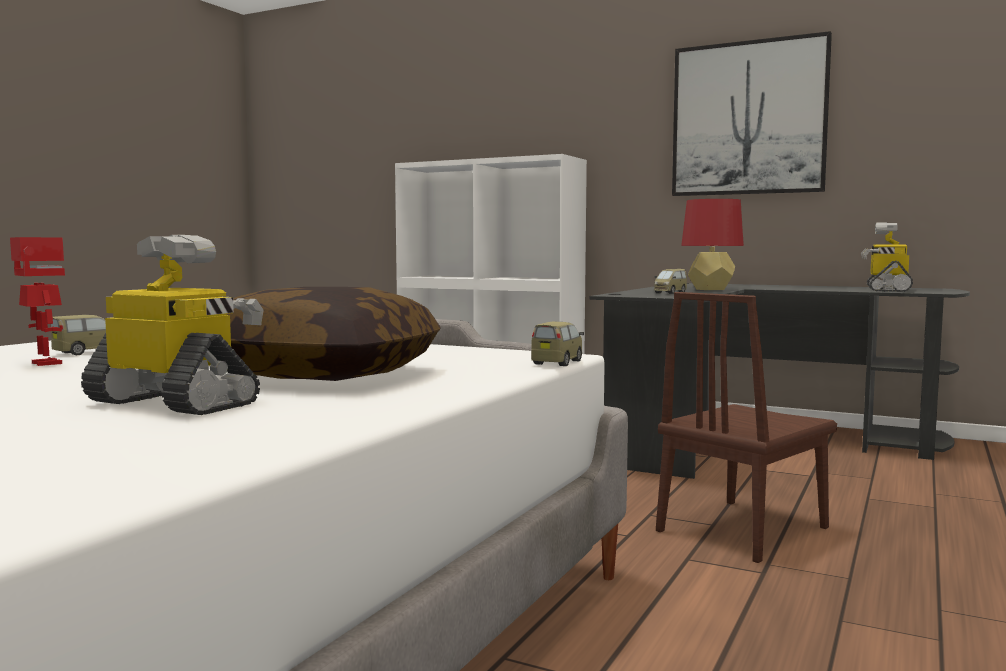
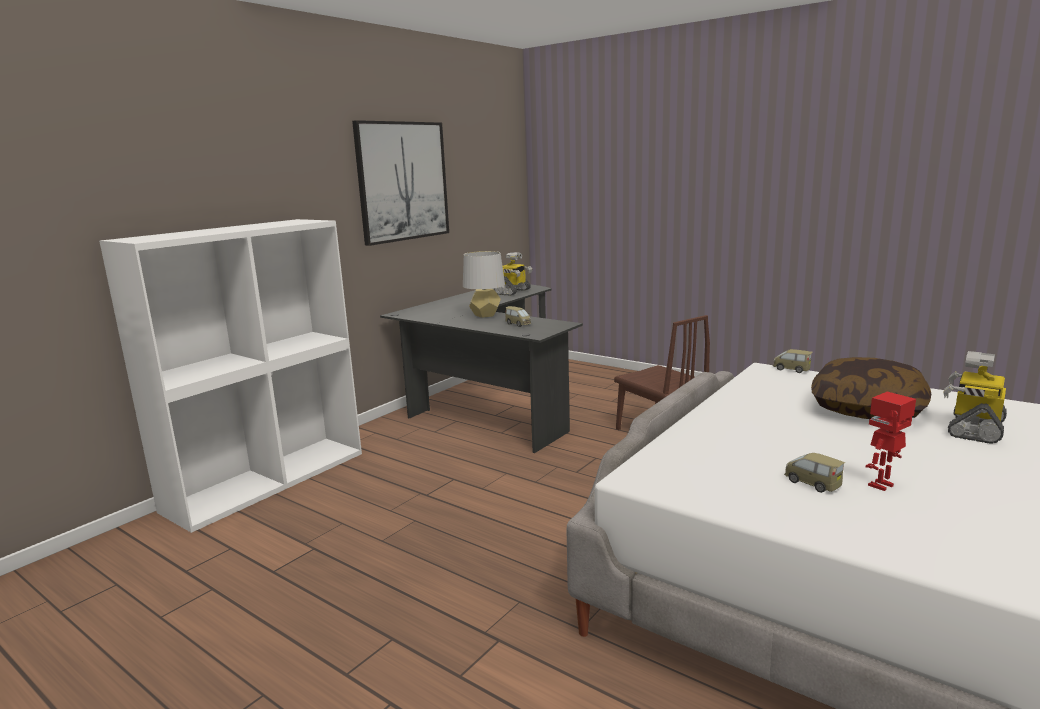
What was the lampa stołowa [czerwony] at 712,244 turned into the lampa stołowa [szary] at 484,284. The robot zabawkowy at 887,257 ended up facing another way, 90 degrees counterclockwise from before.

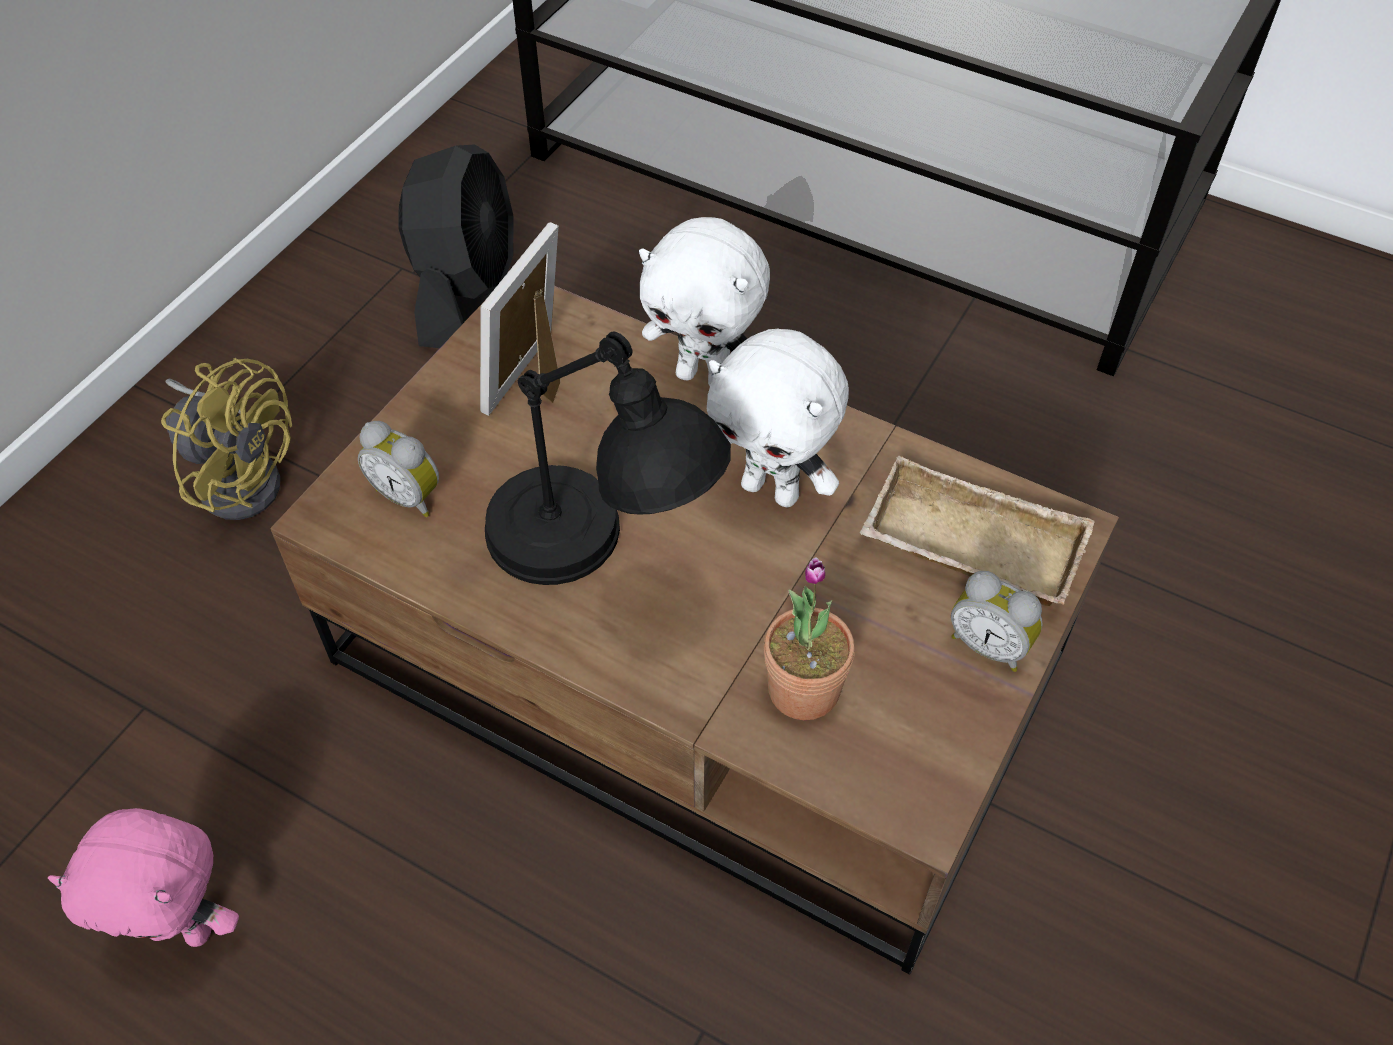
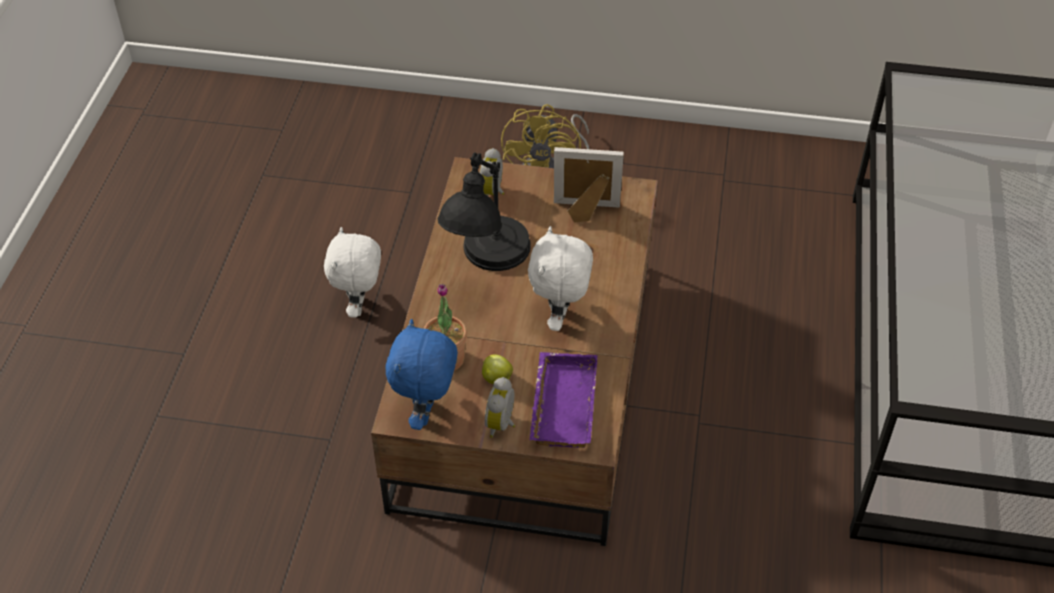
The pluszak [biały] ended up elsewhere, having gone from 704,301 to 352,272. The second view gained the pluszak [niebieski] at 422,374. The second view gained the jabłko at 497,369. What was the taca [beżowy] at 977,531 turned into the taca [fioletowy] at 564,400. The second view lost the pluszak [różowy] at 143,877. The second view lost the wentylator [czarny] at 456,246.

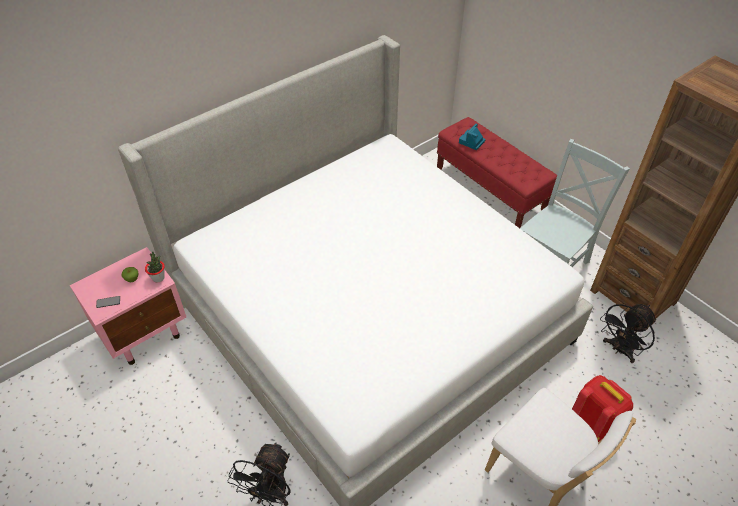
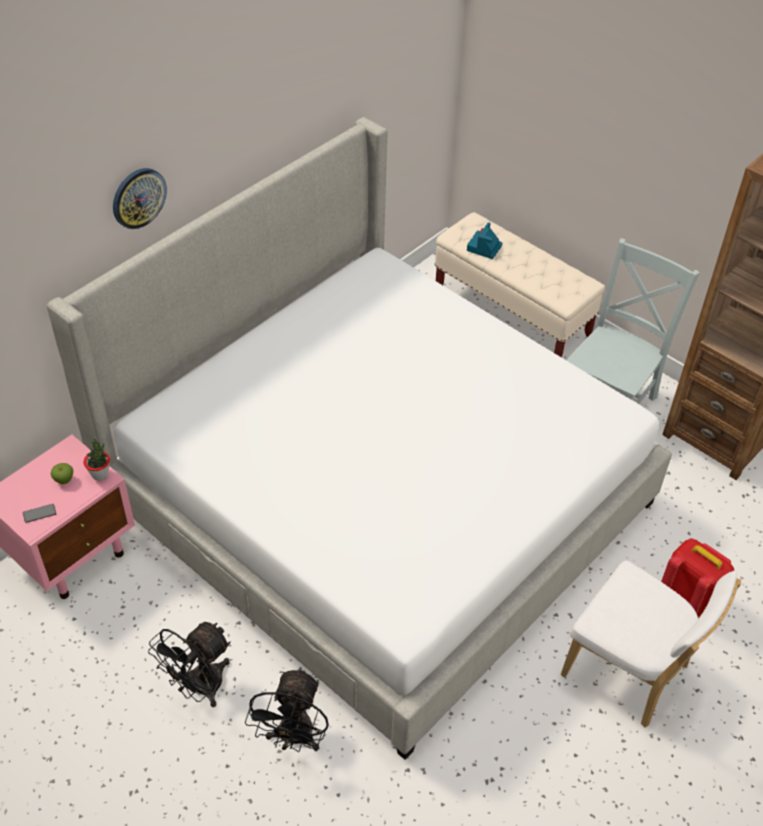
The second view gained the zegar ścienny at 140,198. The wentylator [czarny] ended up elsewhere, having gone from 628,333 to 189,664. What was the ławka [czerwony] at 497,172 turned into the ławka [beżowy] at 520,284.

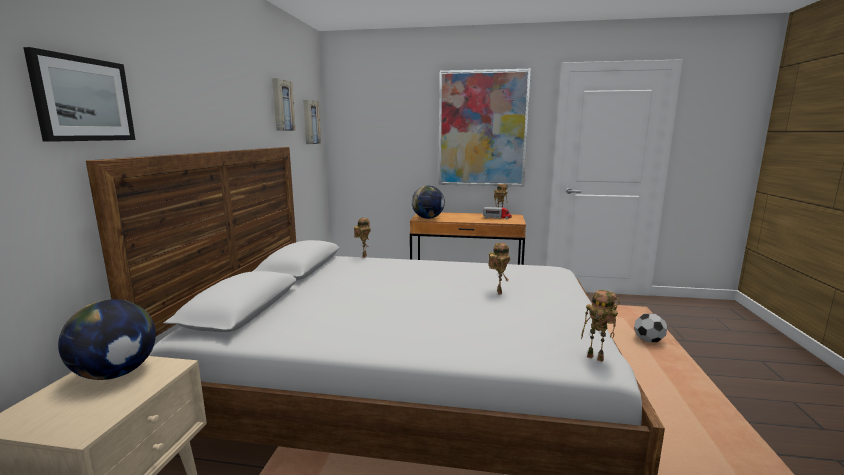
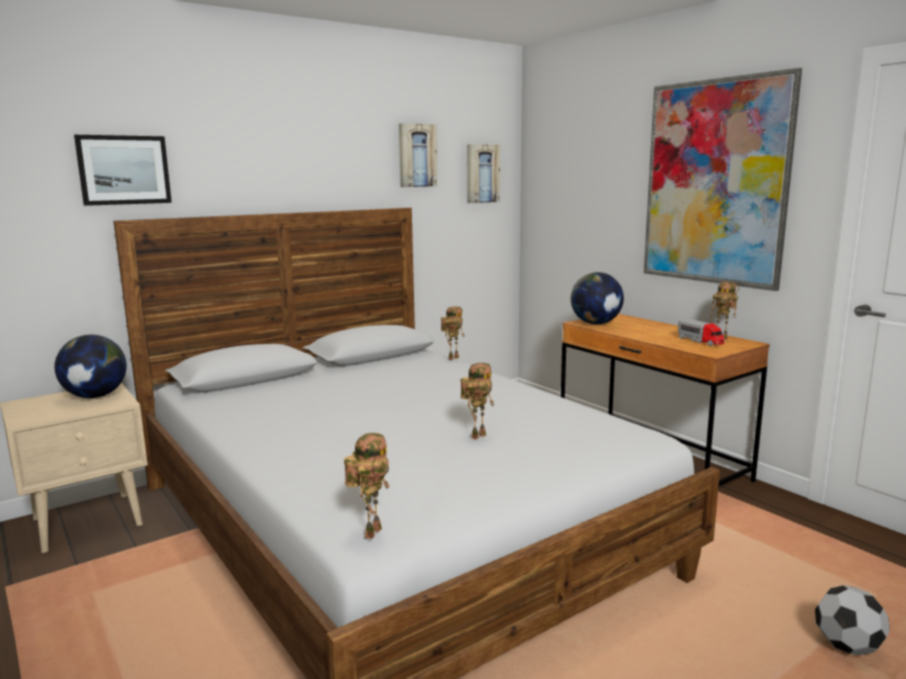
The robot zabawkowy at 600,326 ended up facing another way, 150 degrees counterclockwise from before.

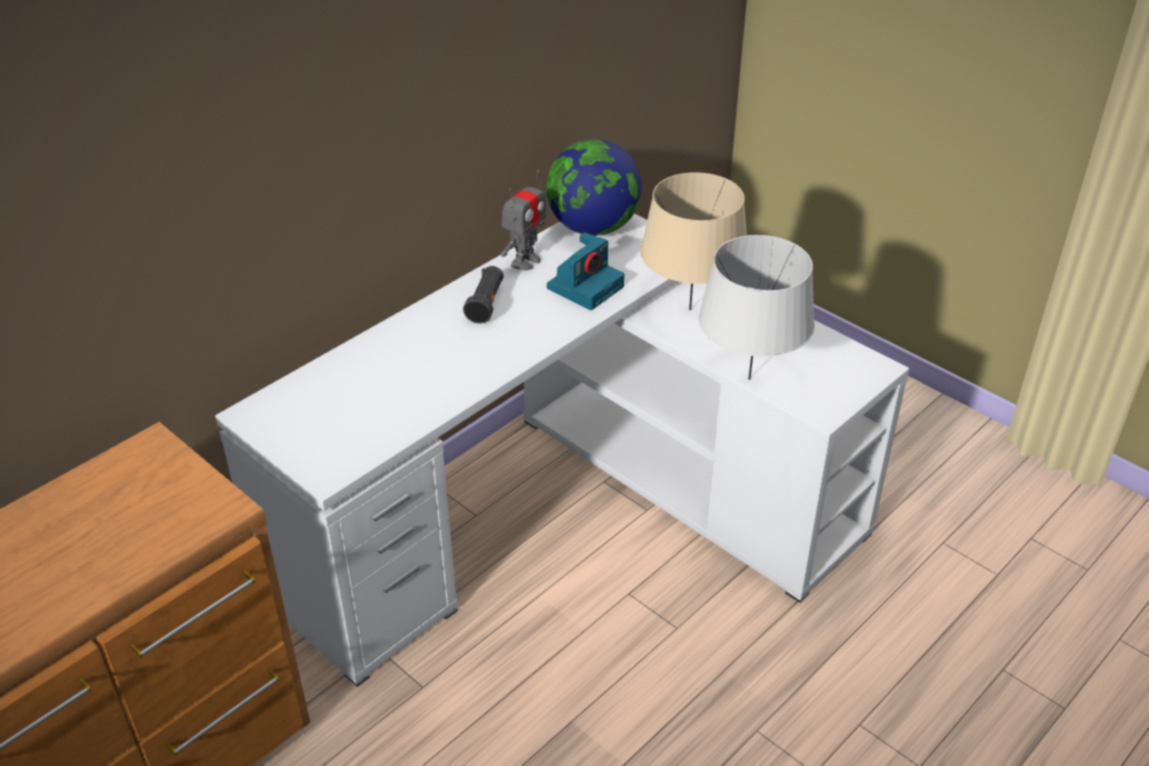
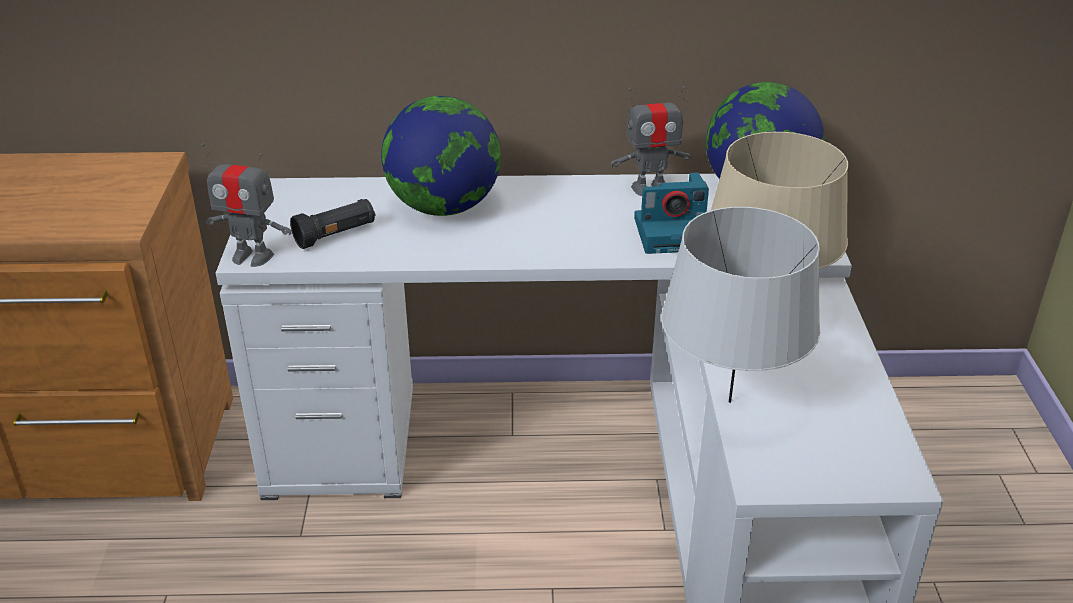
The second view gained the robot zabawkowy at 247,205. The latarka [czarny] ended up elsewhere, having gone from 483,294 to 333,224. The second view gained the globus at 441,156.

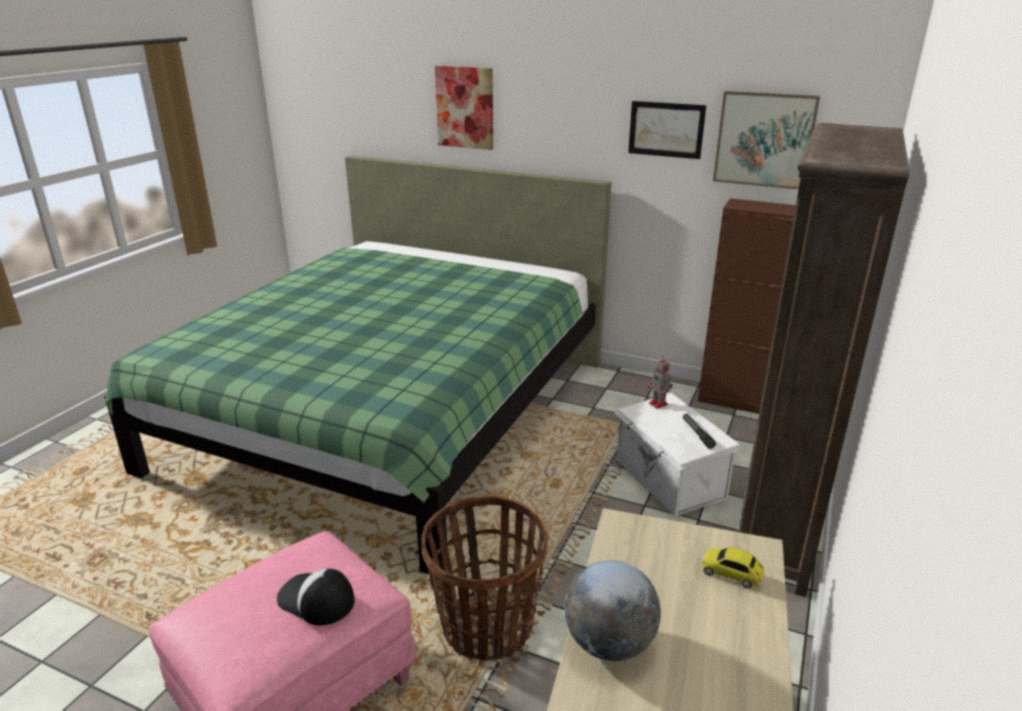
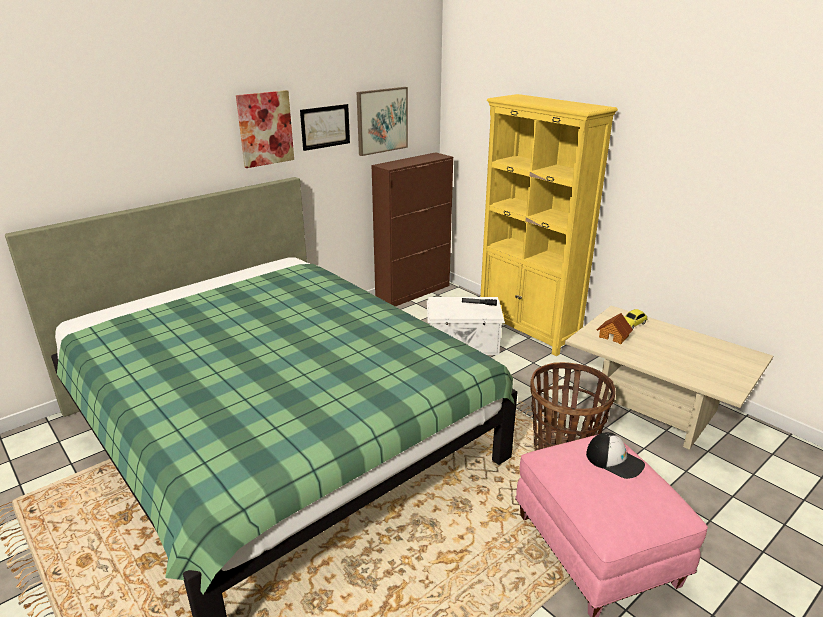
The obraz ended up elsewhere, having gone from 464,108 to 265,129. What was the regał [brązowy] at 824,360 turned into the regał [żółty] at 549,225. The czapka z daszkiem at 316,596 ended up facing another way, 105 degrees counterclockwise from before. The second view gained the domek at 615,328. The second view lost the globus at 613,610. The second view lost the robot zabawkowy at 660,382.

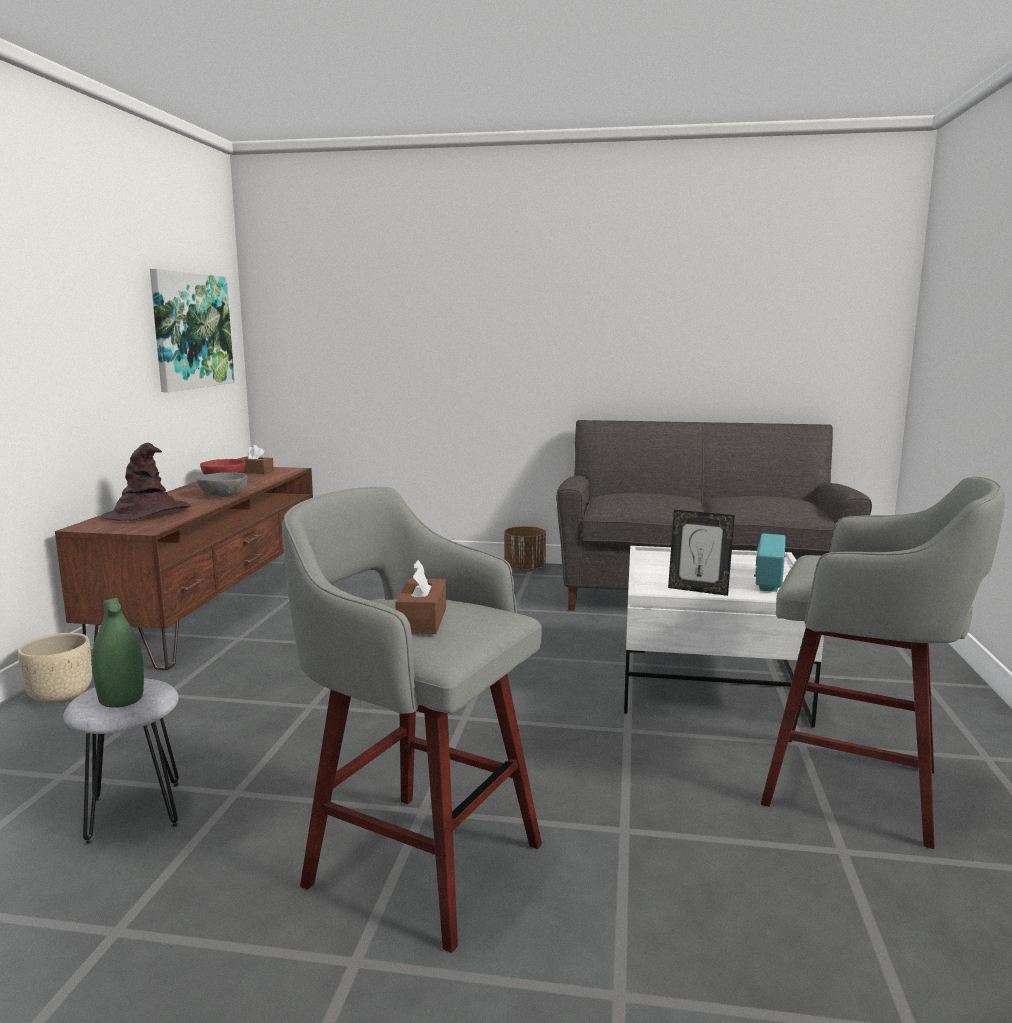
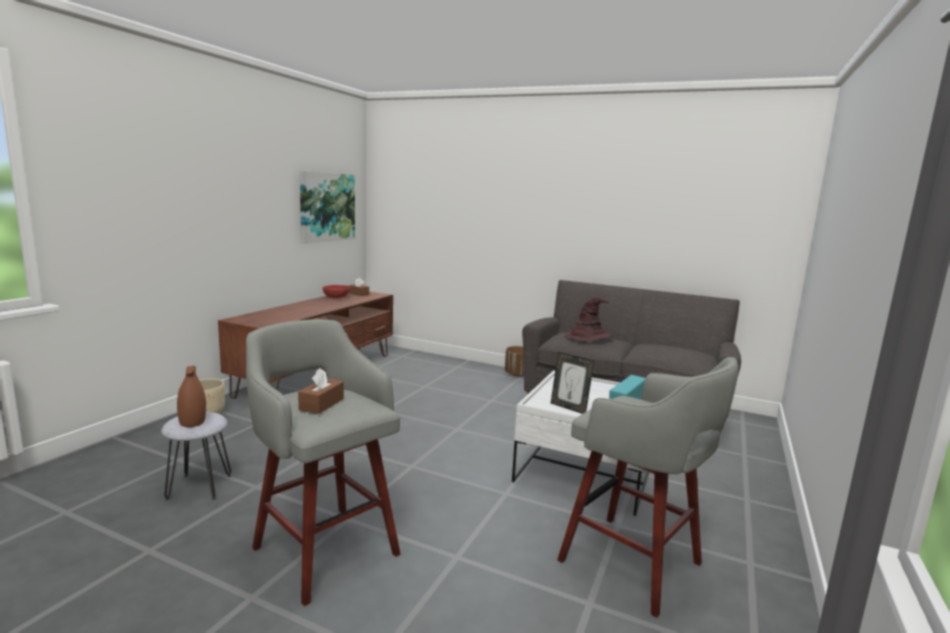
What was the wazon [zielony] at 118,653 turned into the wazon [brązowy] at 191,396. The kapelusz [brązowy] ended up elsewhere, having gone from 146,482 to 589,319. The second view lost the miska [szary] at 222,484.

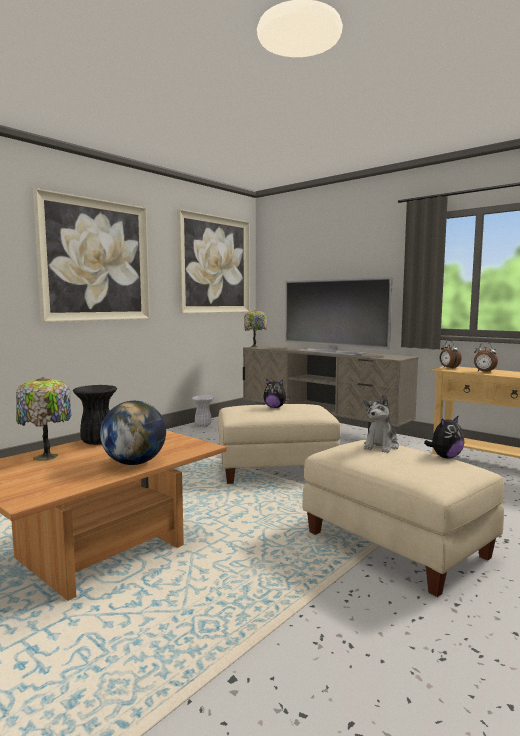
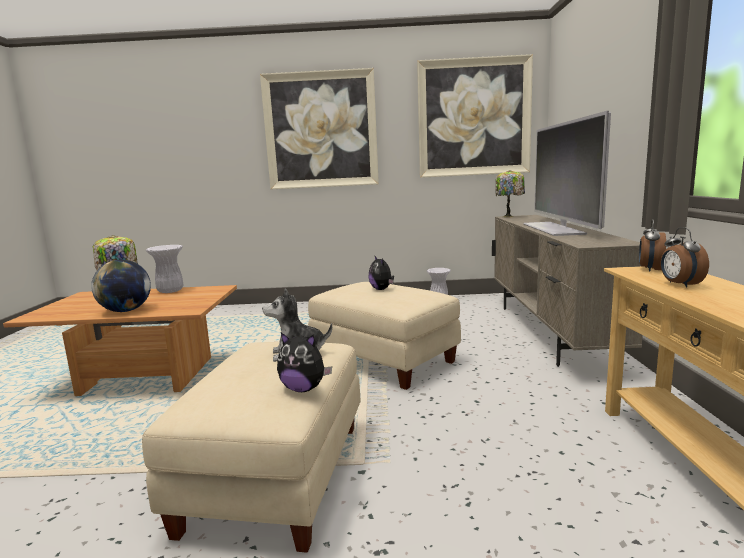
What was the wazon [czarny] at 95,415 turned into the wazon [biały] at 164,269.

